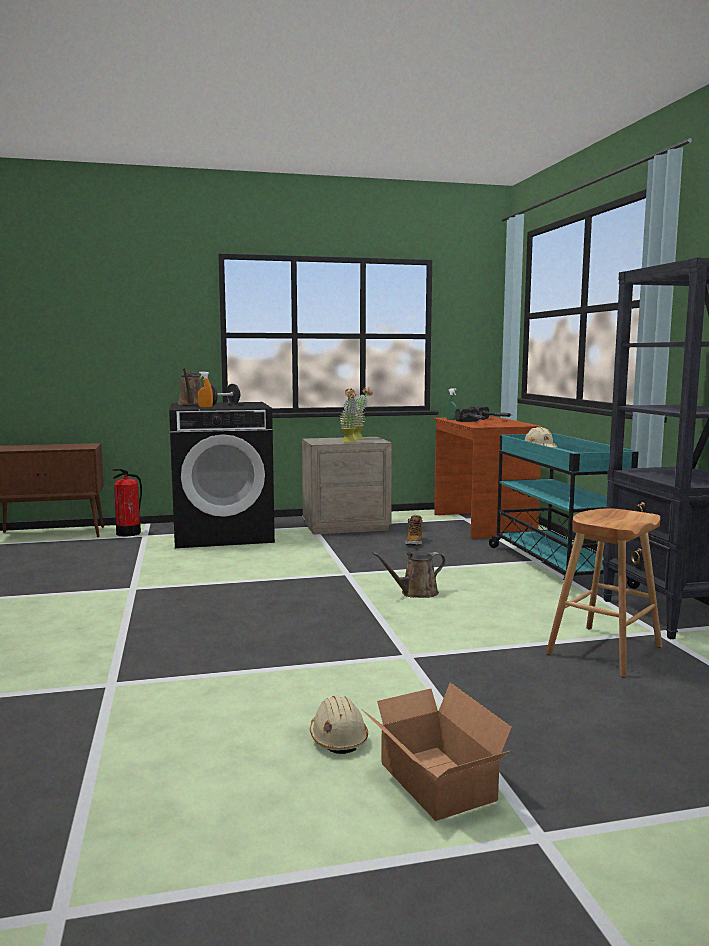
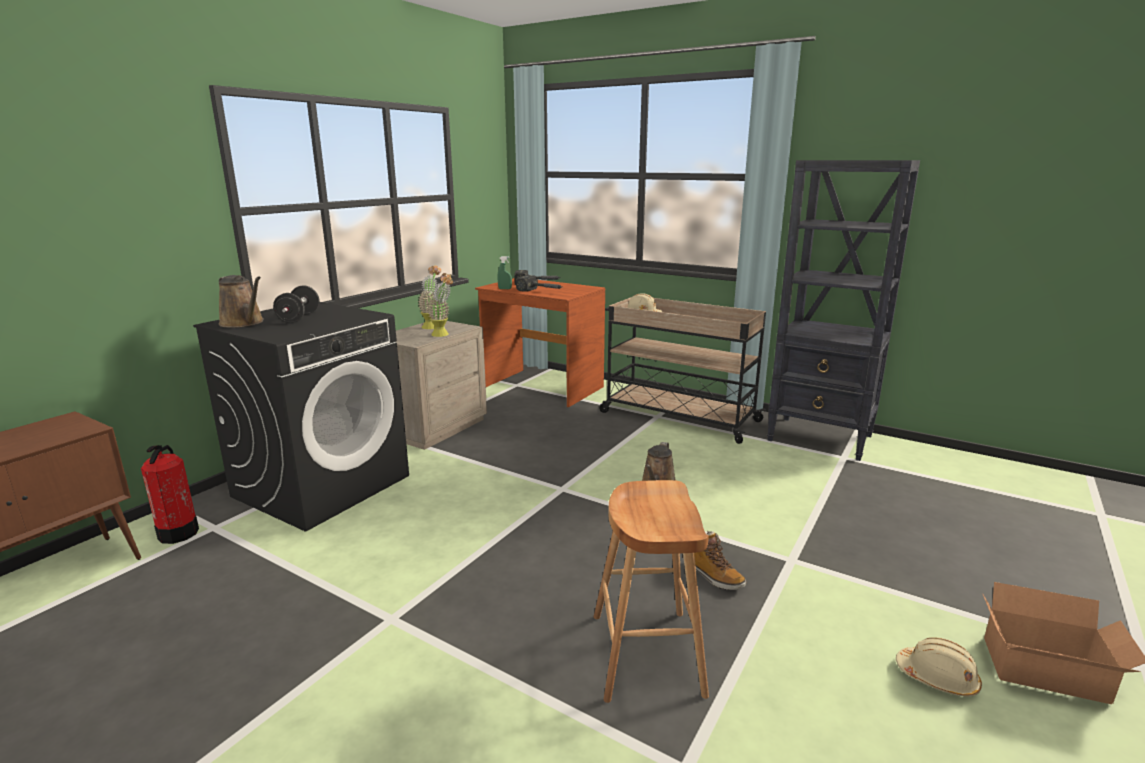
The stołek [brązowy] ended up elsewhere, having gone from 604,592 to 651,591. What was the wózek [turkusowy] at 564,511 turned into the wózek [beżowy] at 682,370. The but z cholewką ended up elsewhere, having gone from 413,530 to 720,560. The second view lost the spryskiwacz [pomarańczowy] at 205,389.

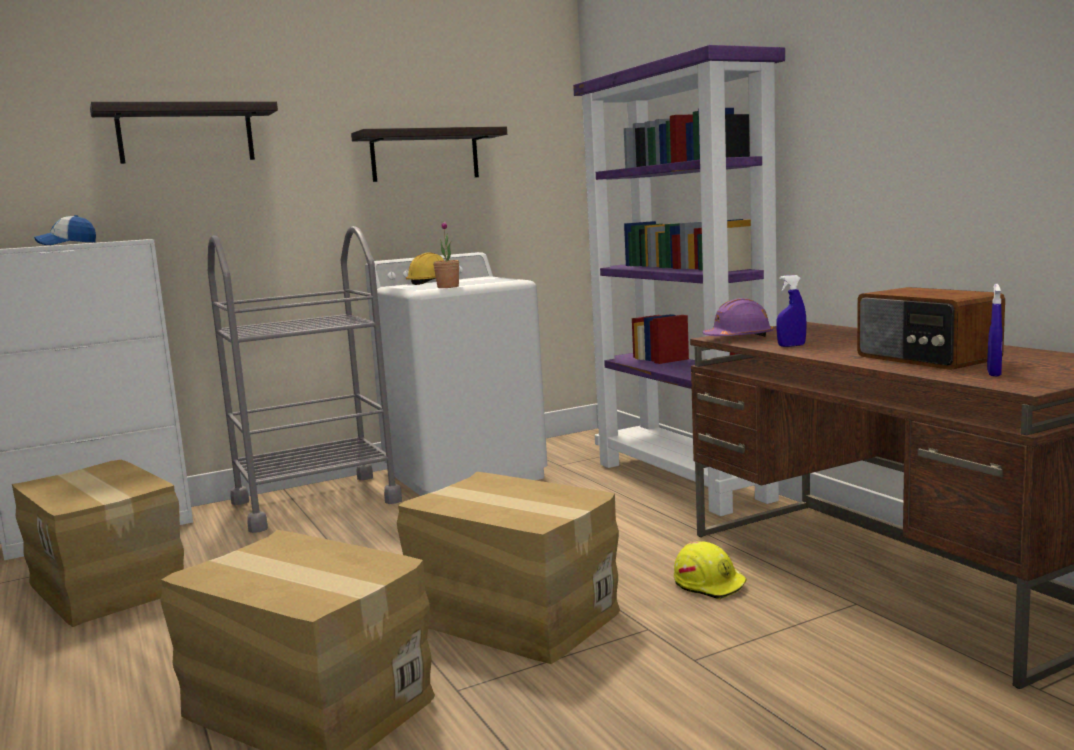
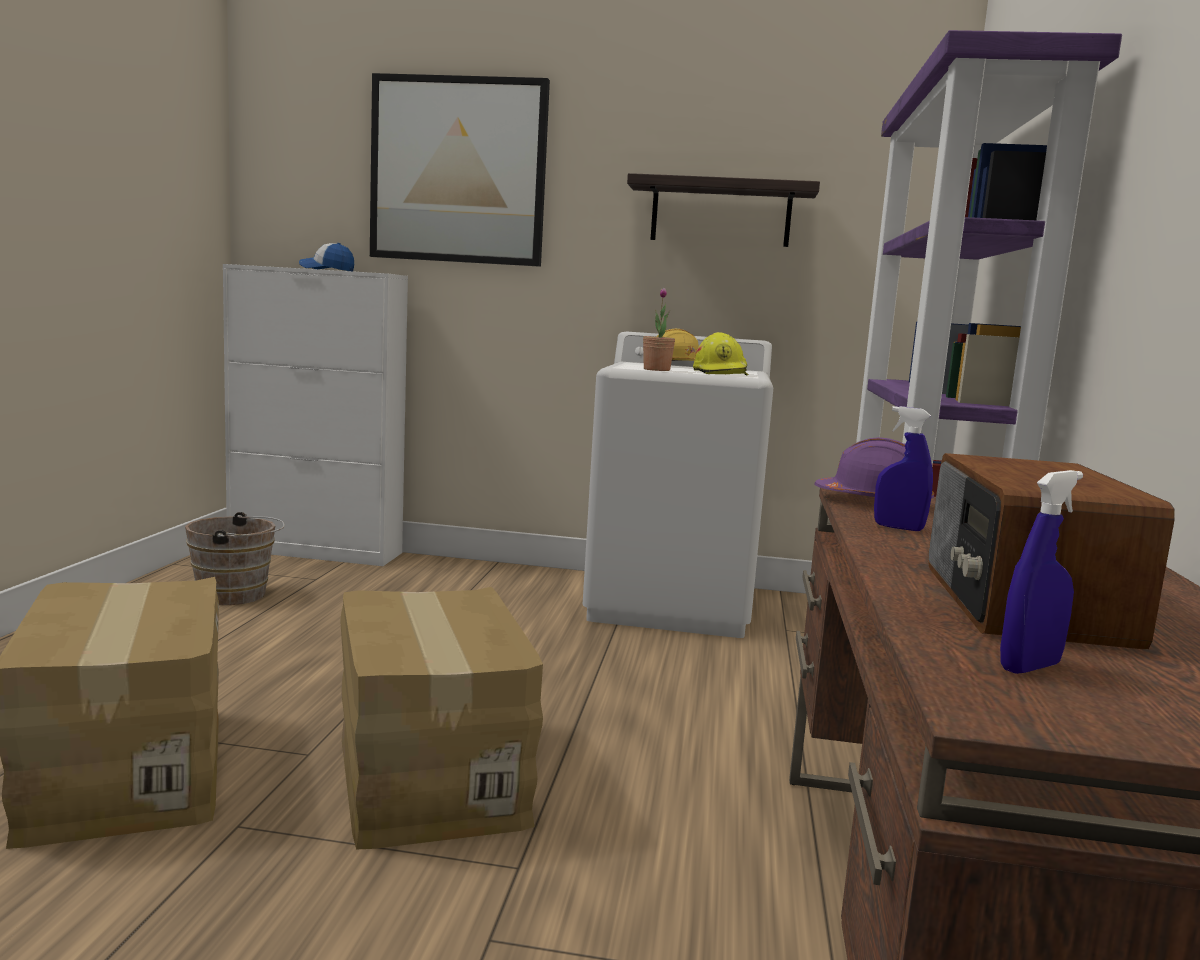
Where the karton stood at 98,543, the wiadro [brązowy] came to stand at 235,558. Where the półka hung at 184,132, the obraz came to hang at 460,170. The kask [żółty] ended up elsewhere, having gone from 710,570 to 720,353. The second view lost the wózek [szary] at 305,379.

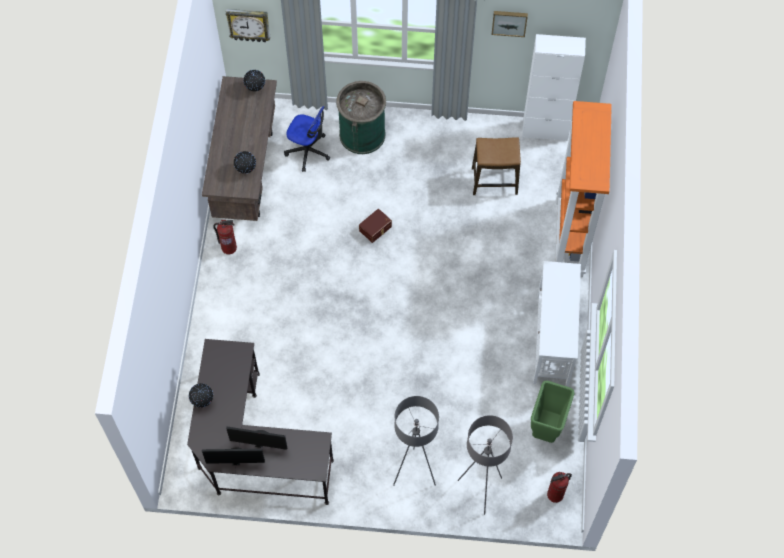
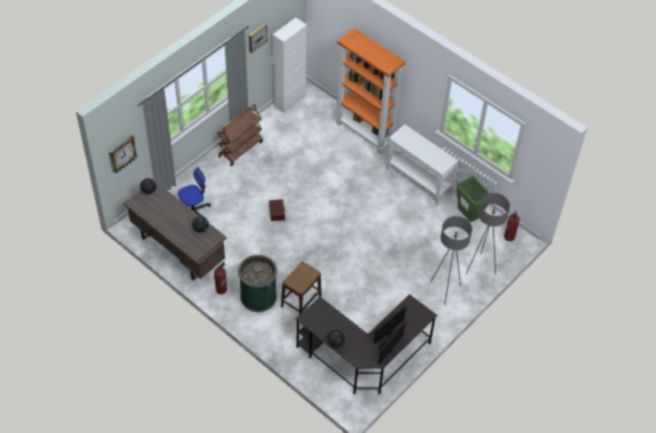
The second view gained the wózek [brązowy] at 240,135. The kosz na śmieci [zielony] ended up elsewhere, having gone from 361,117 to 257,283. The stołek ended up elsewhere, having gone from 496,166 to 301,288.

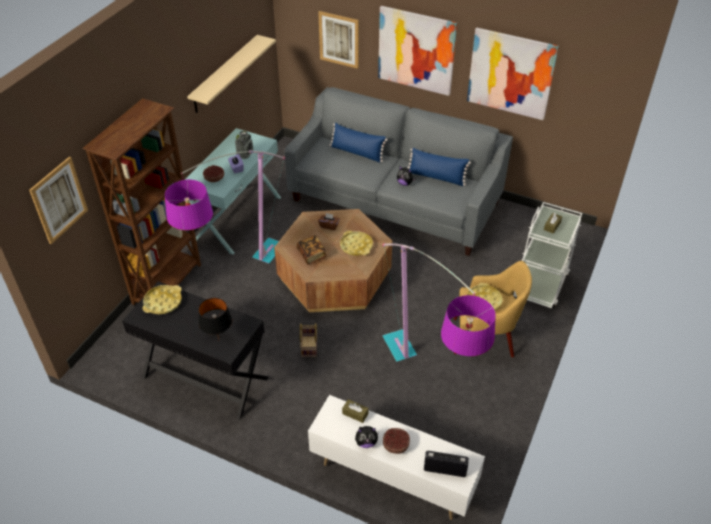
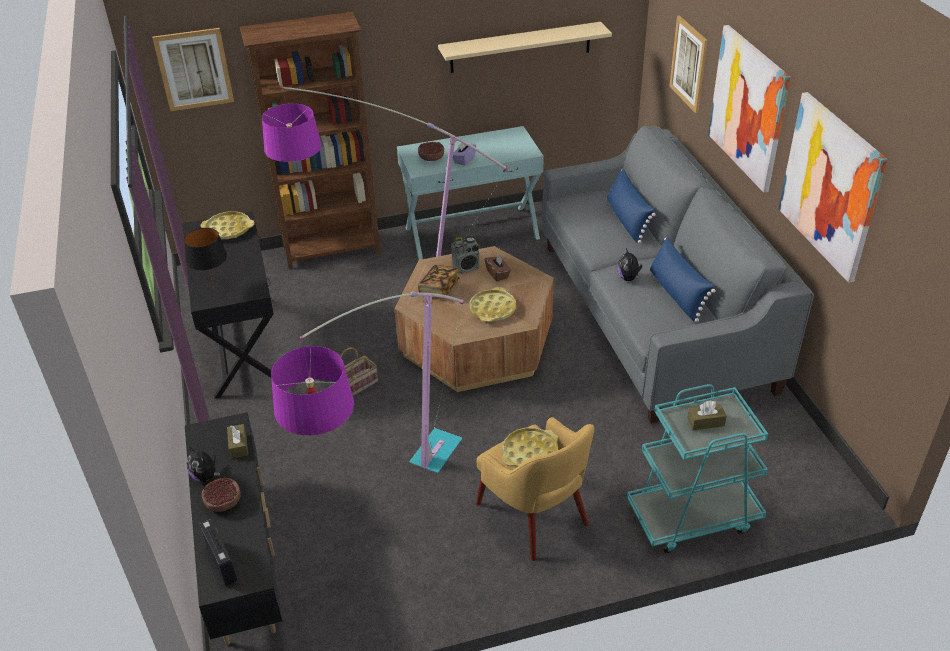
What was the szafka pod telewizor [biały] at 396,457 turned into the szafka pod telewizor [czarny] at 233,528. The radio ended up elsewhere, having gone from 244,145 to 465,255. What was the wózek [biały] at 548,255 turned into the wózek [turkusowy] at 697,468.

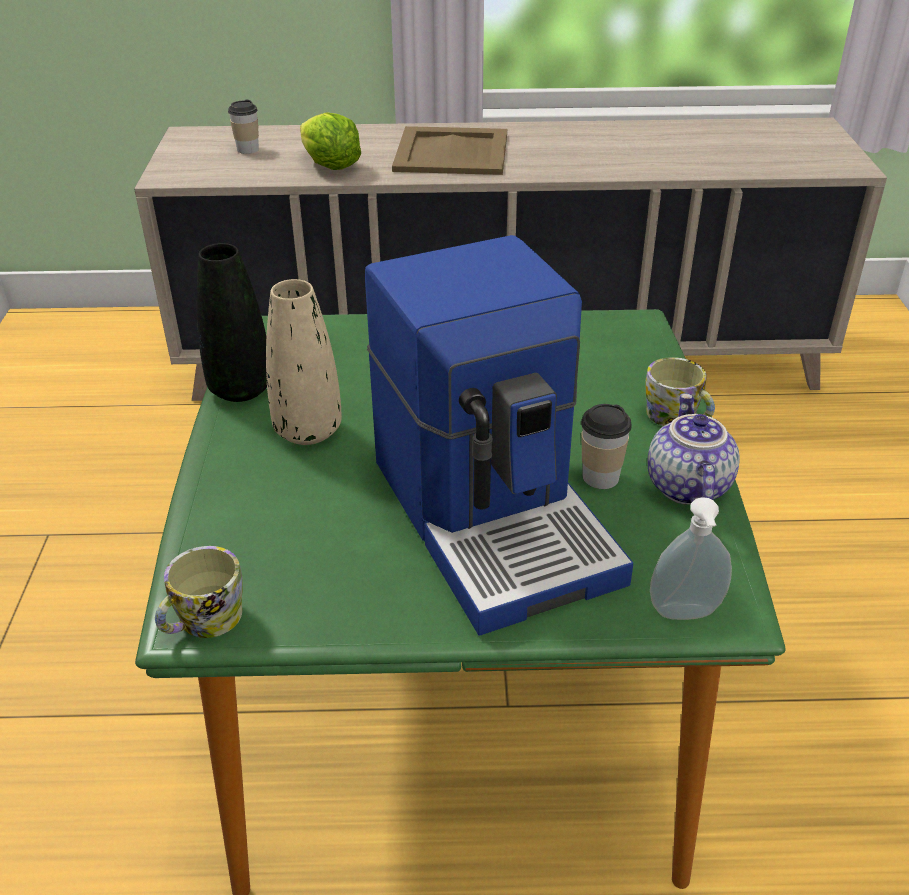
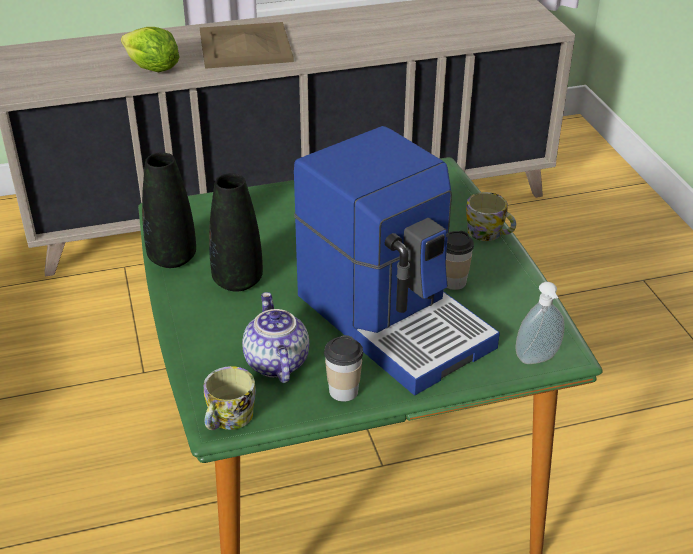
What was the wazon [beżowy] at 304,362 turned into the wazon [czarny] at 236,232. The imbryk ended up elsewhere, having gone from 694,449 to 275,337. The filiżanka ended up elsewhere, having gone from 243,127 to 343,368.

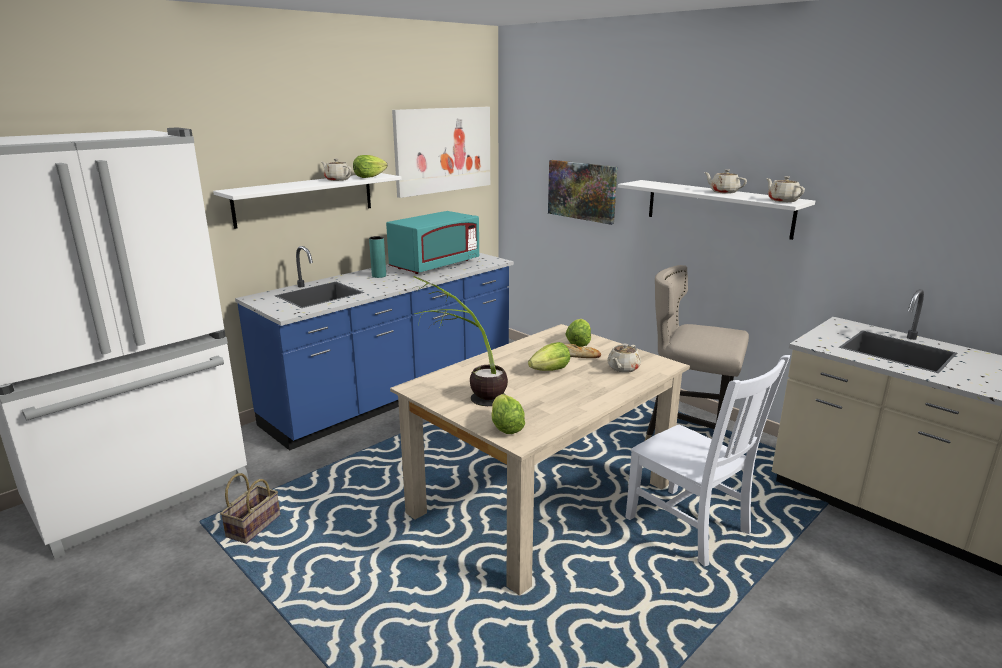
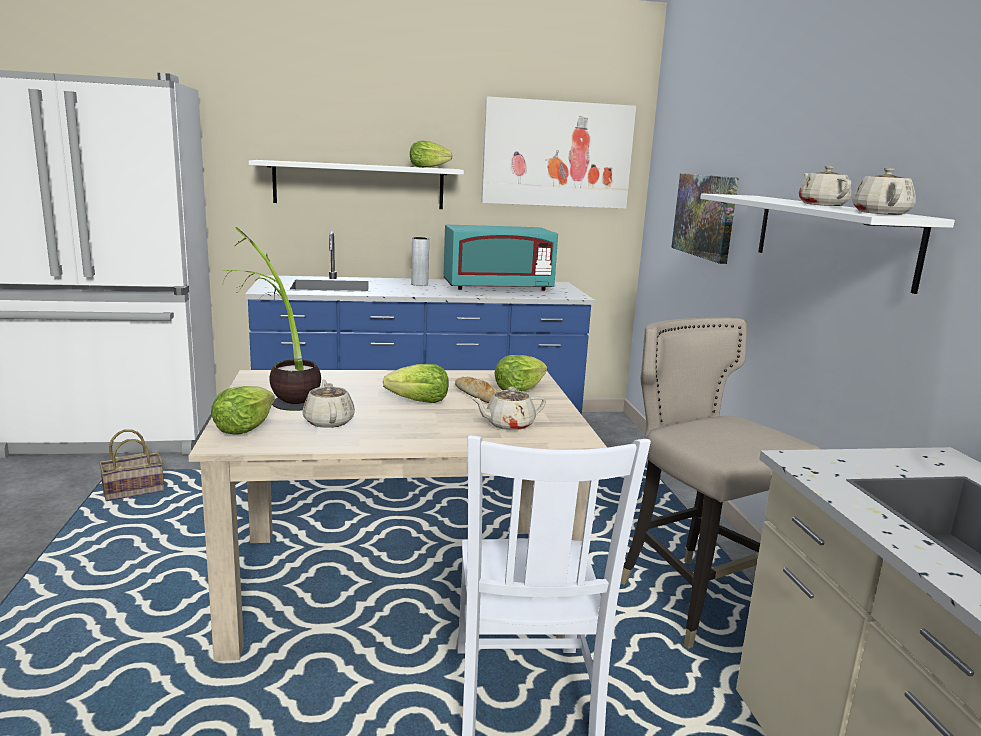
The imbryk [beżowy] ended up elsewhere, having gone from 336,170 to 328,403. What was the wazon [turkusowy] at 377,257 turned into the wazon [szary] at 420,261.

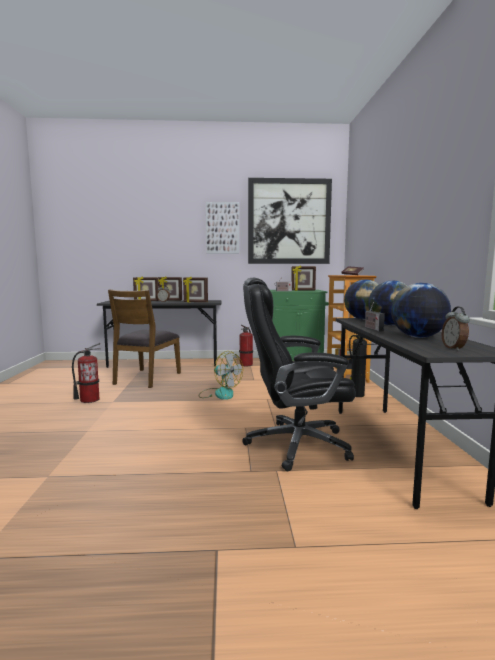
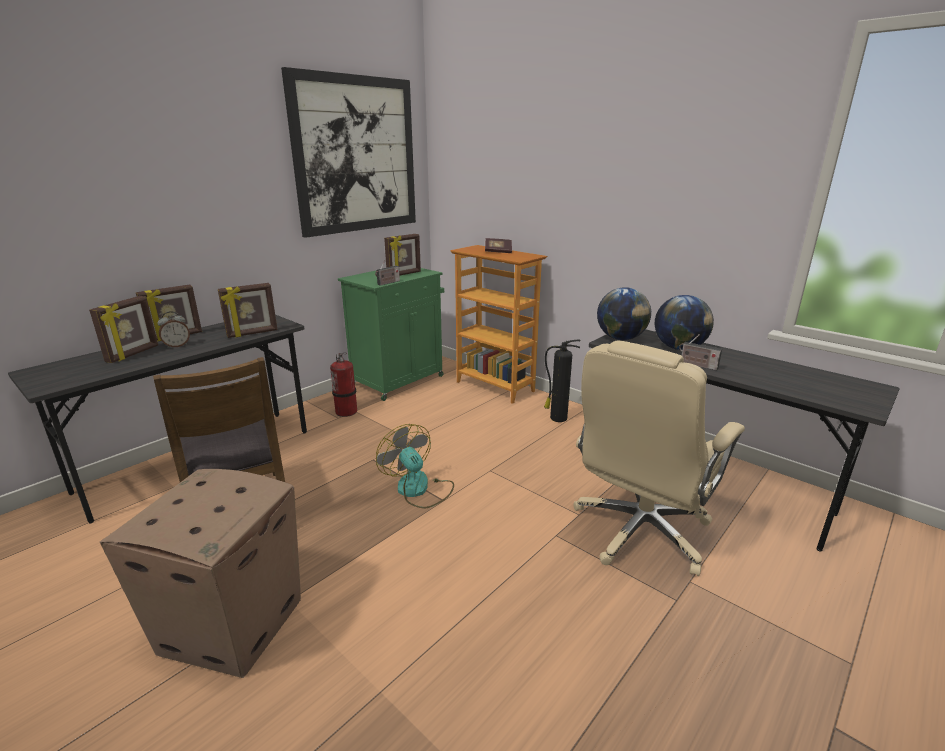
Where the gaśnica stood at 86,373, the karton came to stand at 200,573. The wentylator at 221,375 ended up facing another way, 120 degrees counterclockwise from before. What was the krzesło biurowe [czarny] at 299,374 turned into the krzesło biurowe [beżowy] at 659,458. The second view lost the obraz at 222,227. The second view lost the globus at 421,310. The second view lost the budzik at 456,328.

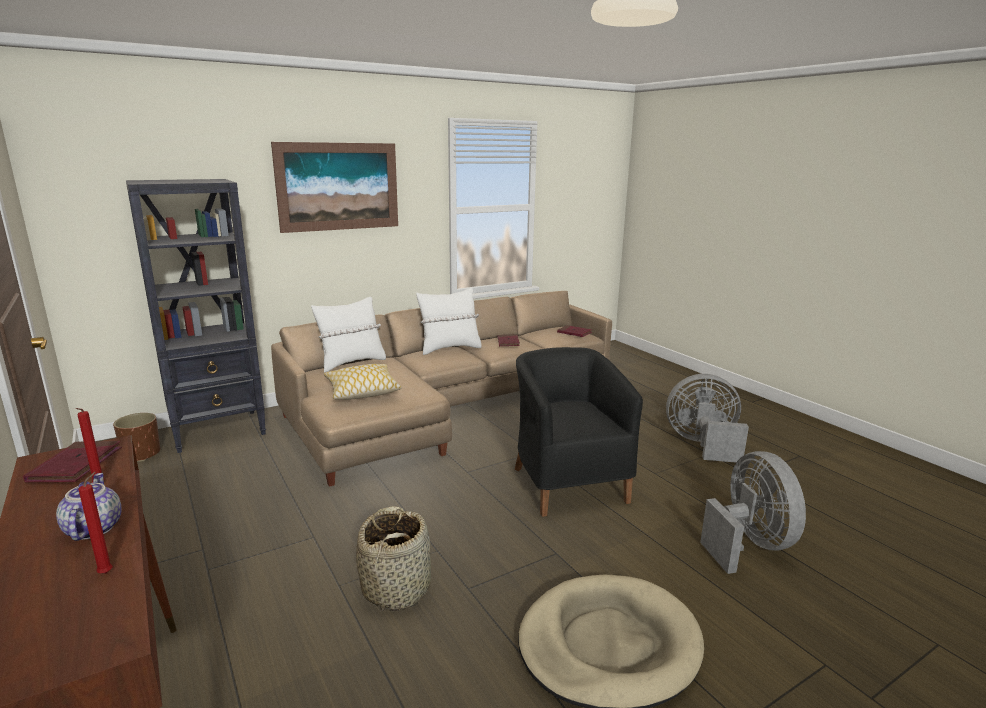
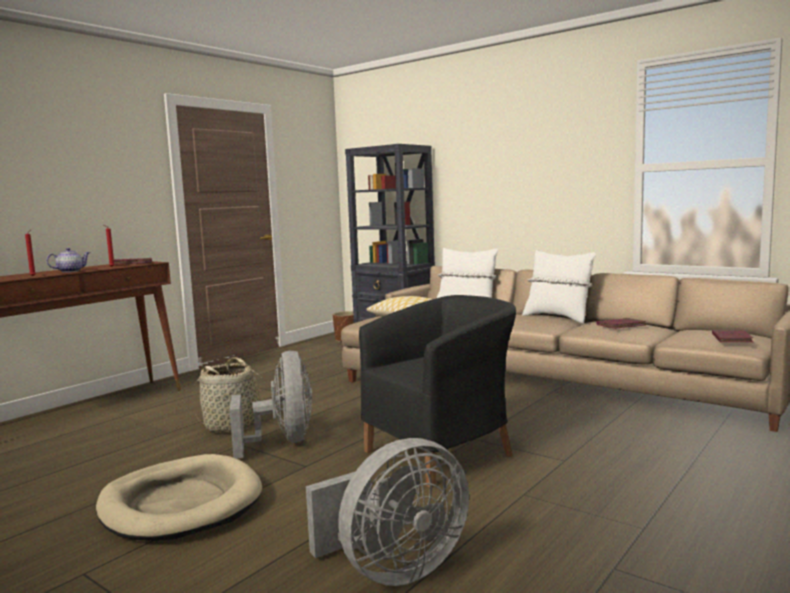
The wentylator [szary] ended up elsewhere, having gone from 707,418 to 271,404. The second view lost the obraz at 334,187.

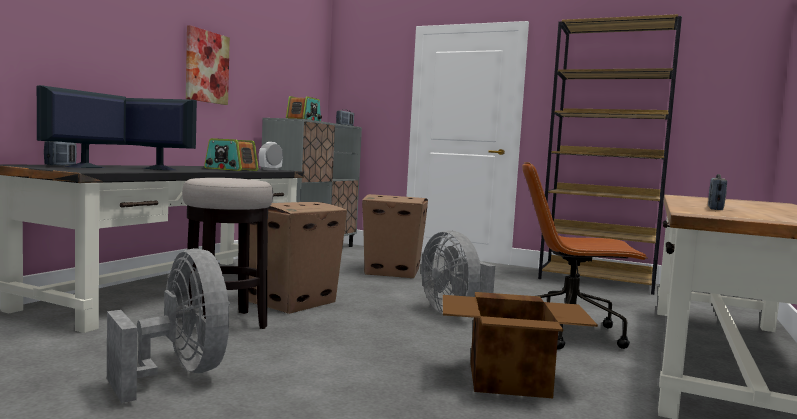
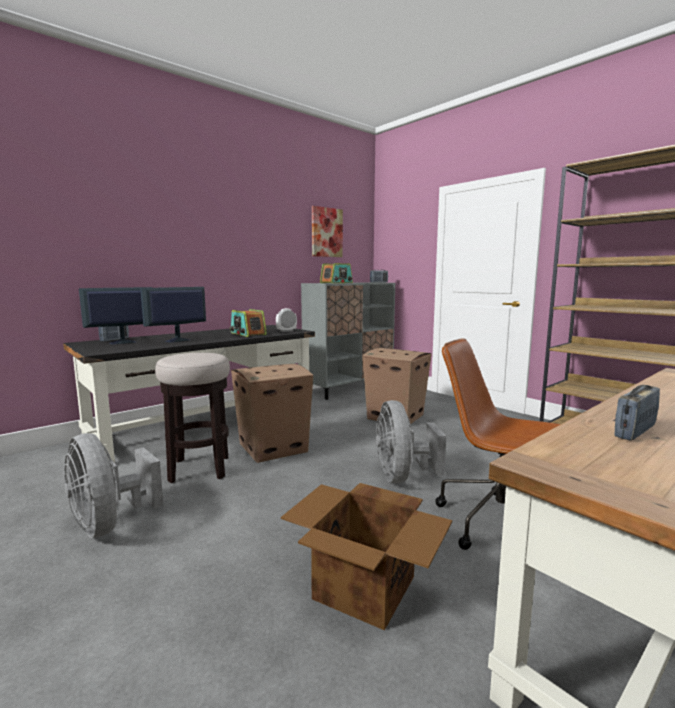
The wentylator [szary] at 168,325 ended up facing another way, 150 degrees clockwise from before. The monitor at 161,134 ended up facing another way, 90 degrees counterclockwise from before. The obraz ended up elsewhere, having gone from 208,65 to 327,231.

